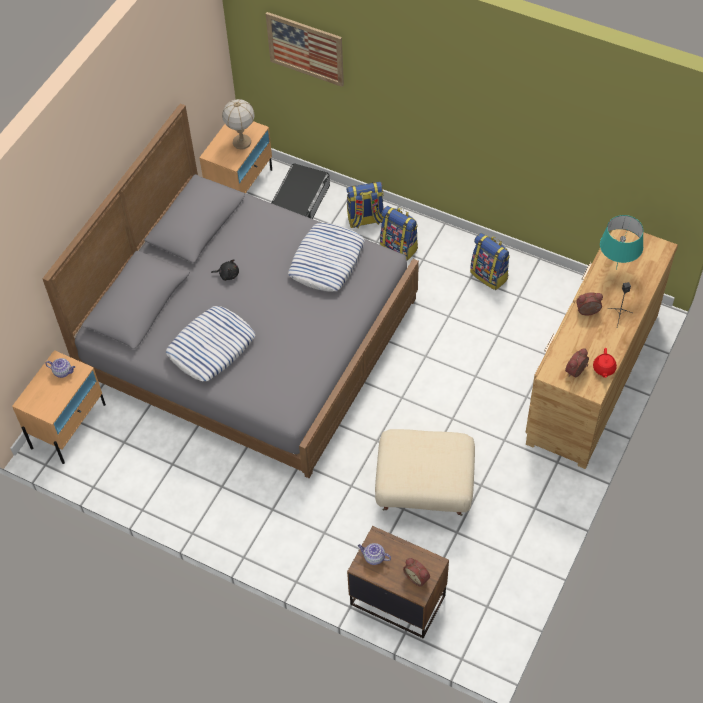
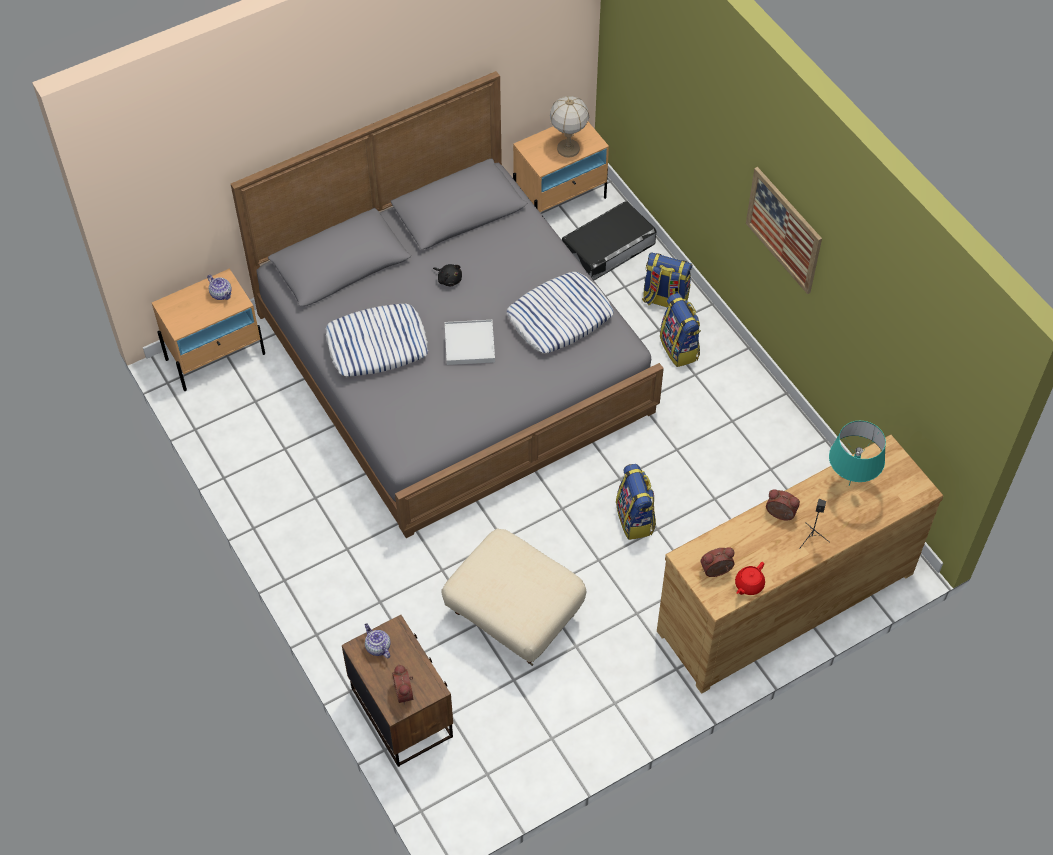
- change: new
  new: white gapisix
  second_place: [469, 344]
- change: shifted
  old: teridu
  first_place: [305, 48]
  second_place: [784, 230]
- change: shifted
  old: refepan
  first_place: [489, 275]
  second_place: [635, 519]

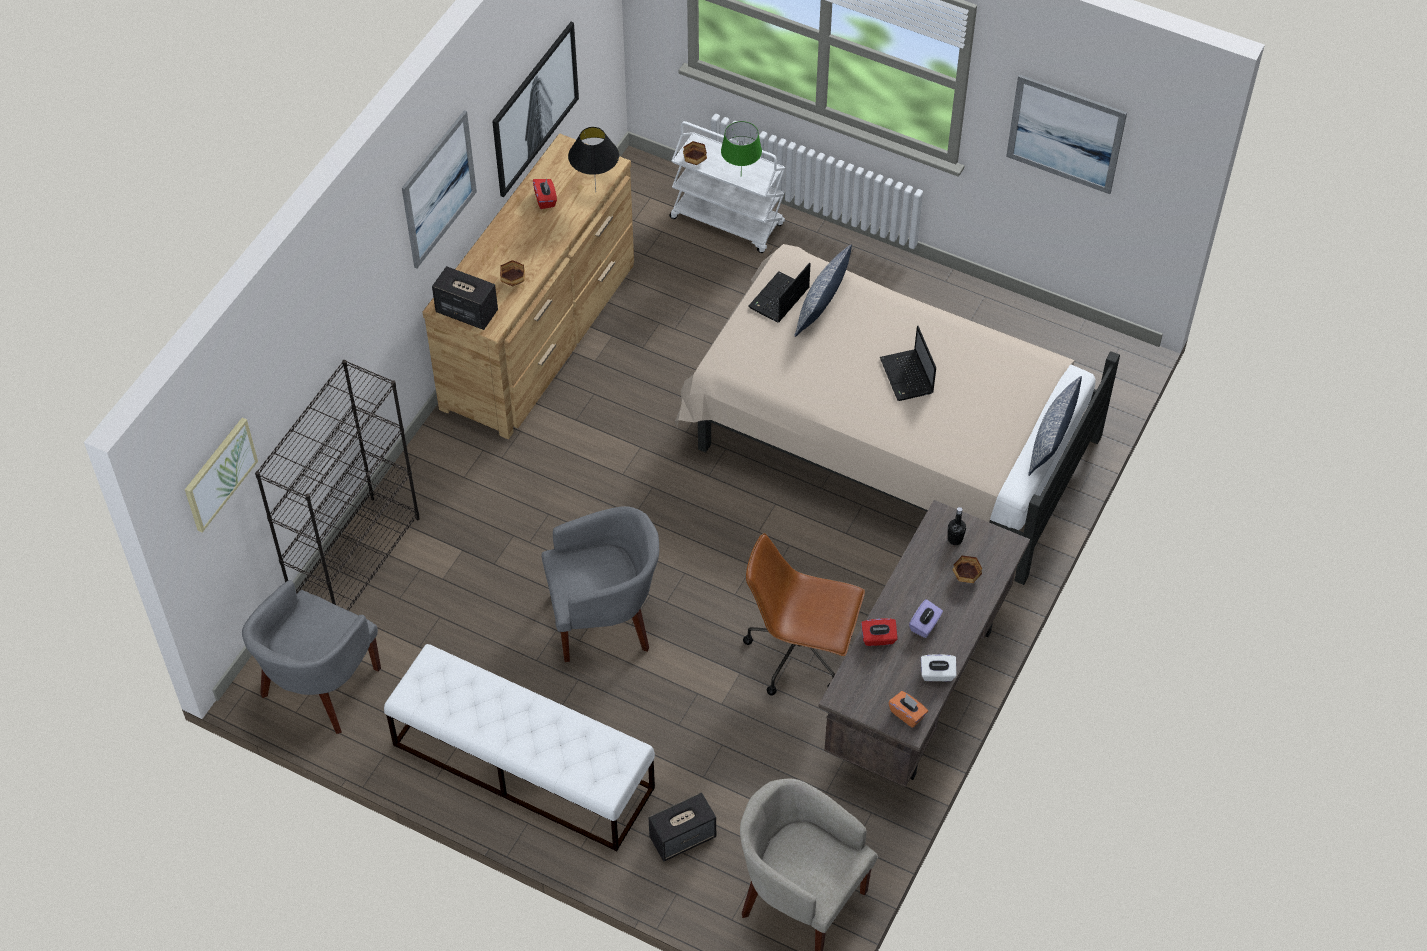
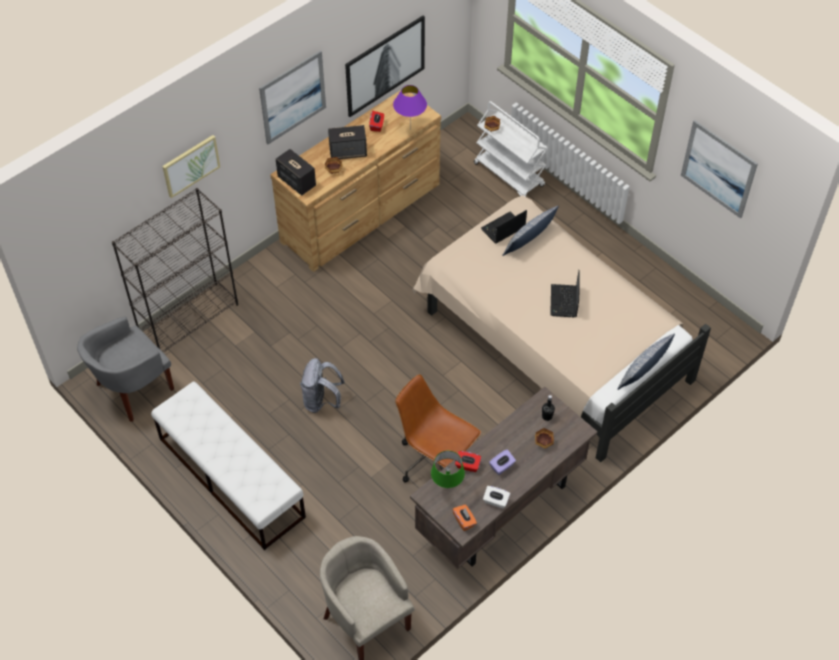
- change: shifted
  old: teridu
  first_place: [219, 474]
  second_place: [190, 165]
- change: shifted
  old: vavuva
  first_place: [683, 837]
  second_place: [348, 152]
- change: shifted
  old: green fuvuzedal
  first_place: [740, 176]
  second_place: [446, 488]
- change: swapped
  old: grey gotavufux
  new: grey refepan
  first_place: [604, 619]
  second_place: [322, 401]
- change: repainted
  old: black fuvuzedal
  new: purple fuvuzedal
  first_place: [595, 192]
  second_place: [410, 129]

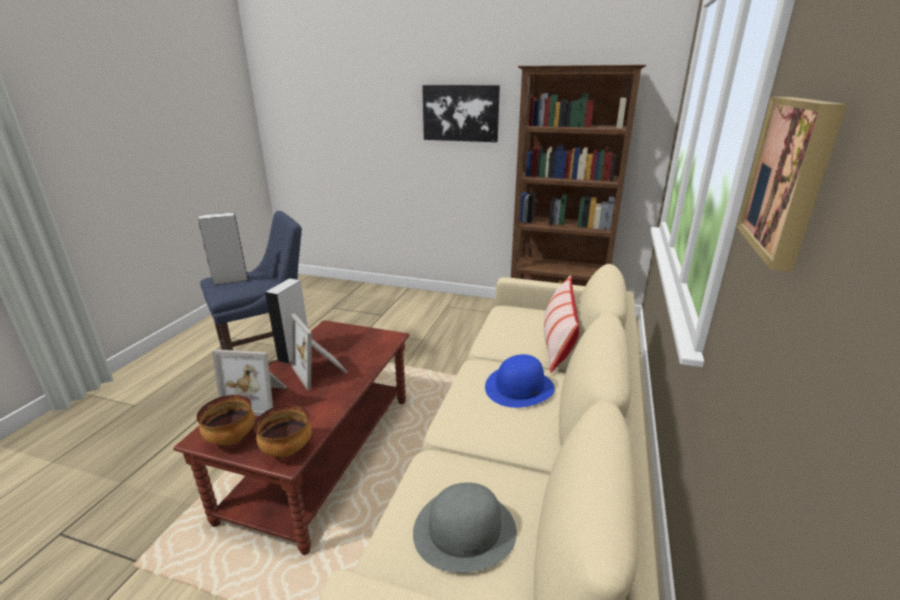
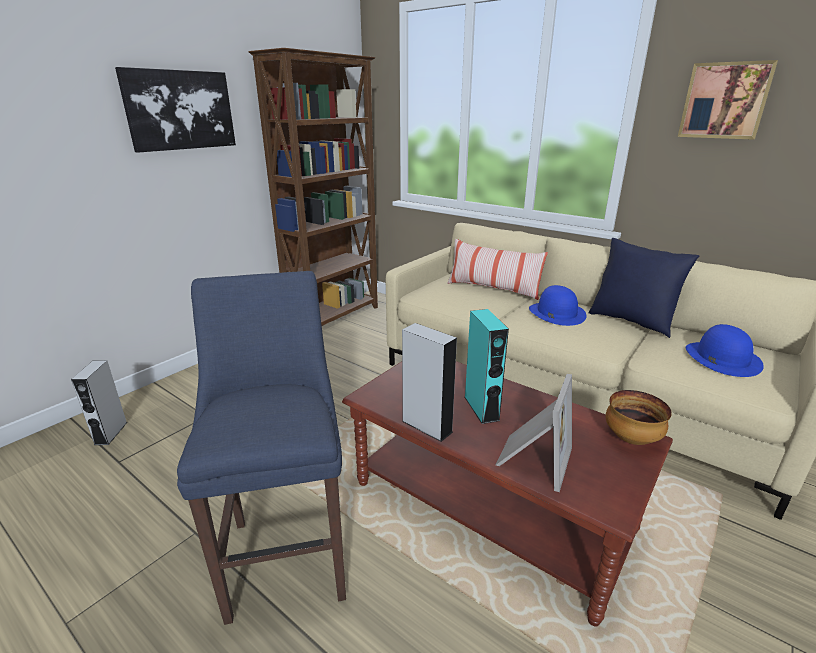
- change: gone
  old: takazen
  first_place: [231, 439]
- change: new
  new: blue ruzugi
  second_place: [631, 321]
- change: shifted
  old: grey vavuva
  first_place: [231, 280]
  second_place: [111, 433]
- change: swapped
  old: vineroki
  new: turquoise vavuva
  first_place: [321, 371]
  second_place: [481, 408]
- change: repainted
  old: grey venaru
  new: blue venaru
  first_place: [465, 529]
  second_place: [722, 358]

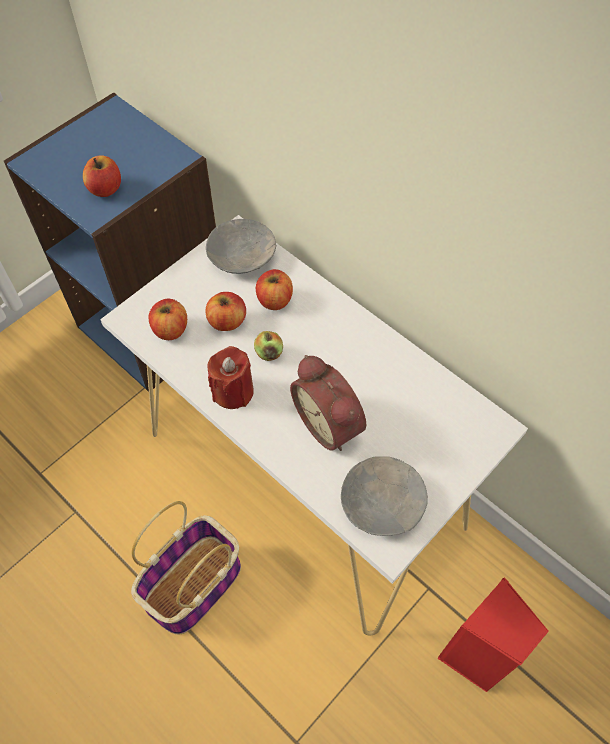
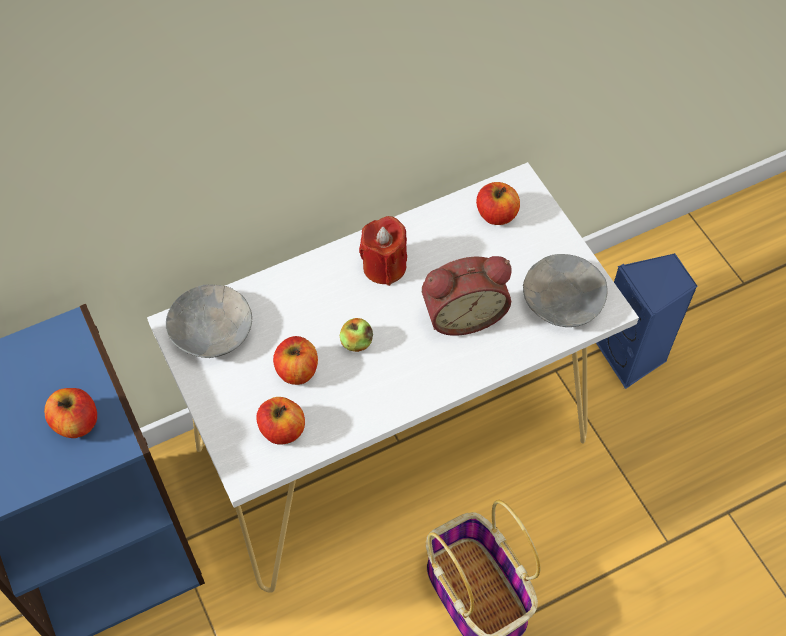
- change: shifted
  old: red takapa
  first_place: [233, 391]
  second_place: [384, 266]
- change: shifted
  old: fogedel
  first_place: [274, 300]
  second_place: [496, 215]
- change: repainted
  old: red vavuva
  new: blue vavuva
  first_place: [475, 656]
  second_place: [633, 356]

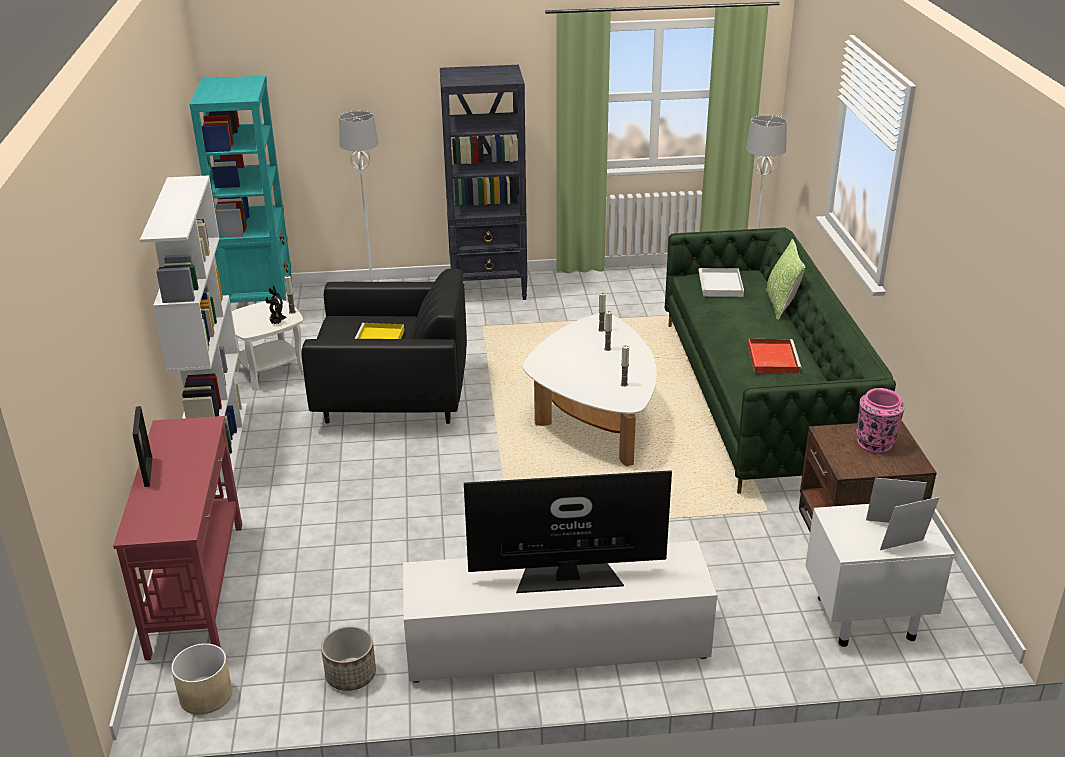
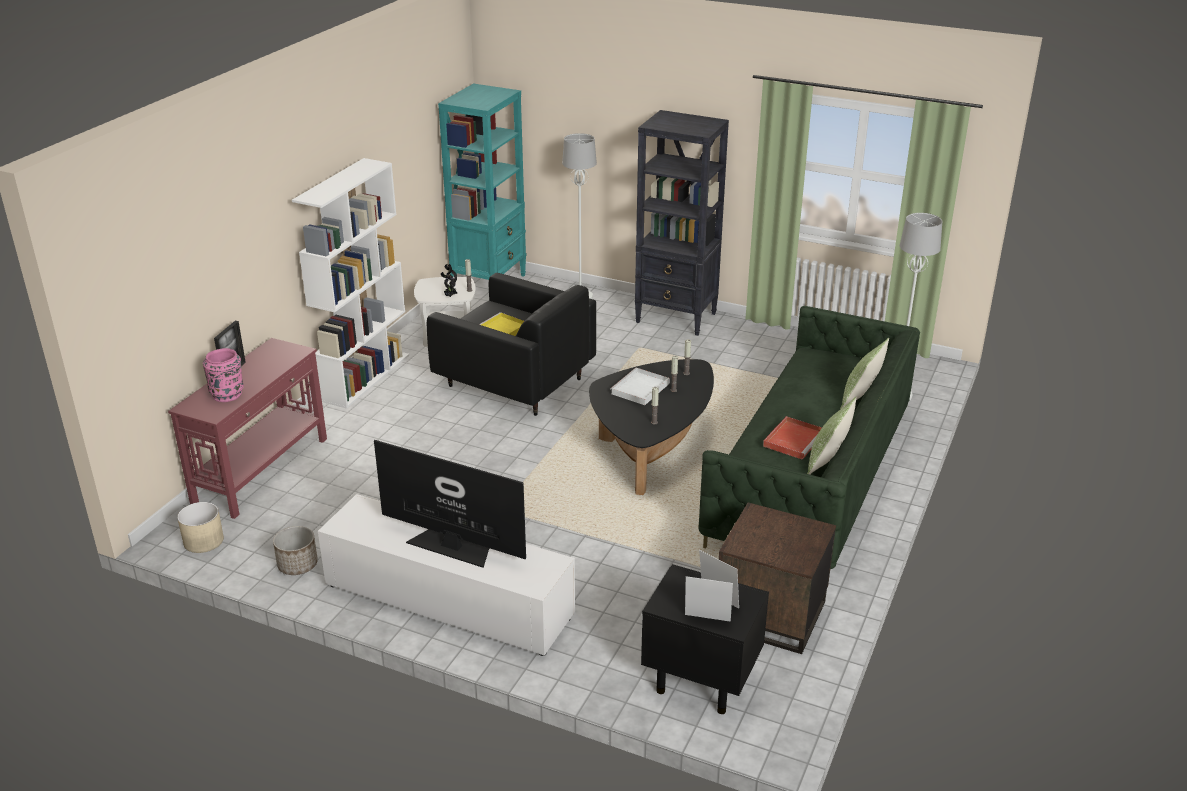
- change: new
  new: ruzugi
  second_place: [827, 462]
- change: shifted
  old: white gapisix
  first_place: [721, 285]
  second_place: [640, 389]
- change: shifted
  old: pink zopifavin
  first_place: [875, 442]
  second_place: [228, 394]
- change: repainted
  old: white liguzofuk
  new: black liguzofuk
  first_place: [594, 418]
  second_place: [652, 448]
- change: repainted
  old: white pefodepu
  new: black pefodepu
  first_place: [864, 618]
  second_place: [699, 680]

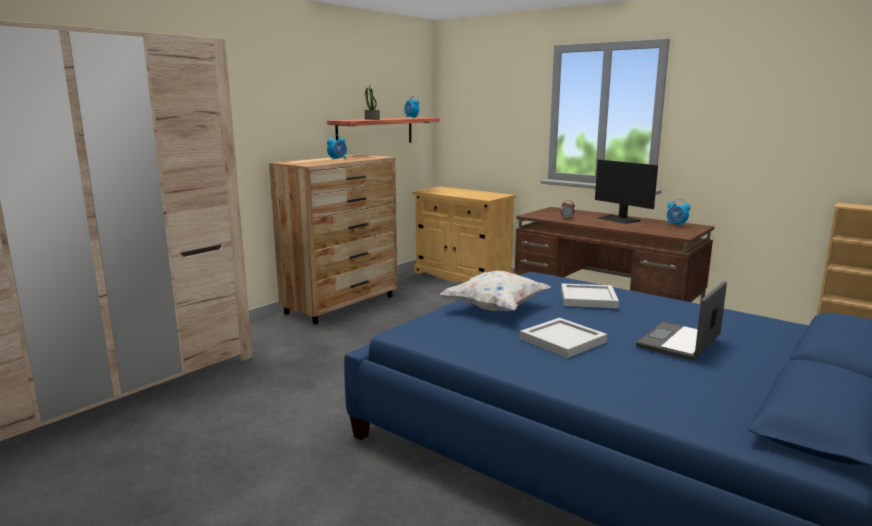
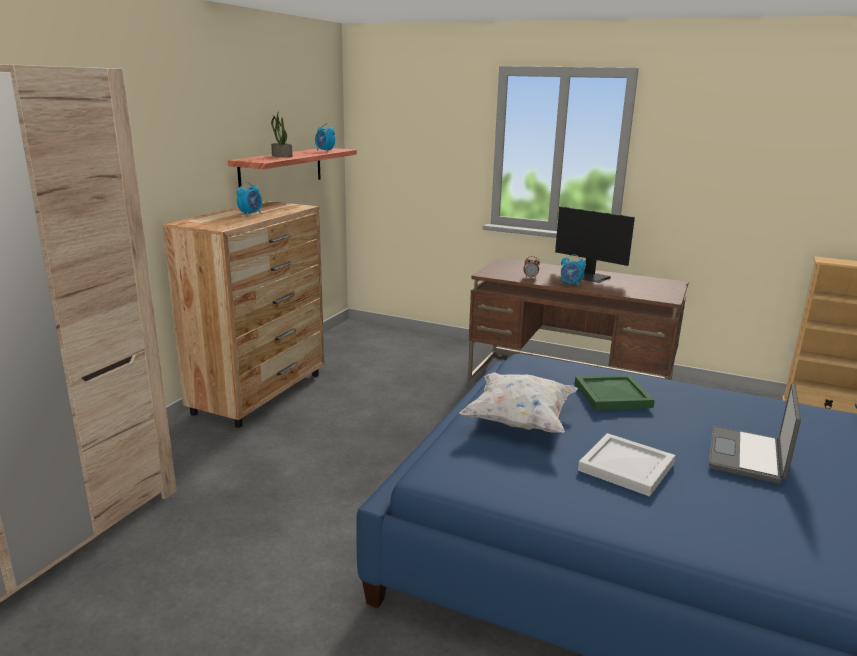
- change: gone
  old: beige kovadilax
  first_place: [462, 276]
- change: shifted
  old: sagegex
  first_place: [676, 225]
  second_place: [571, 284]
- change: repainted
  old: white gapisix
  new: green gapisix
  first_place: [587, 298]
  second_place: [611, 395]

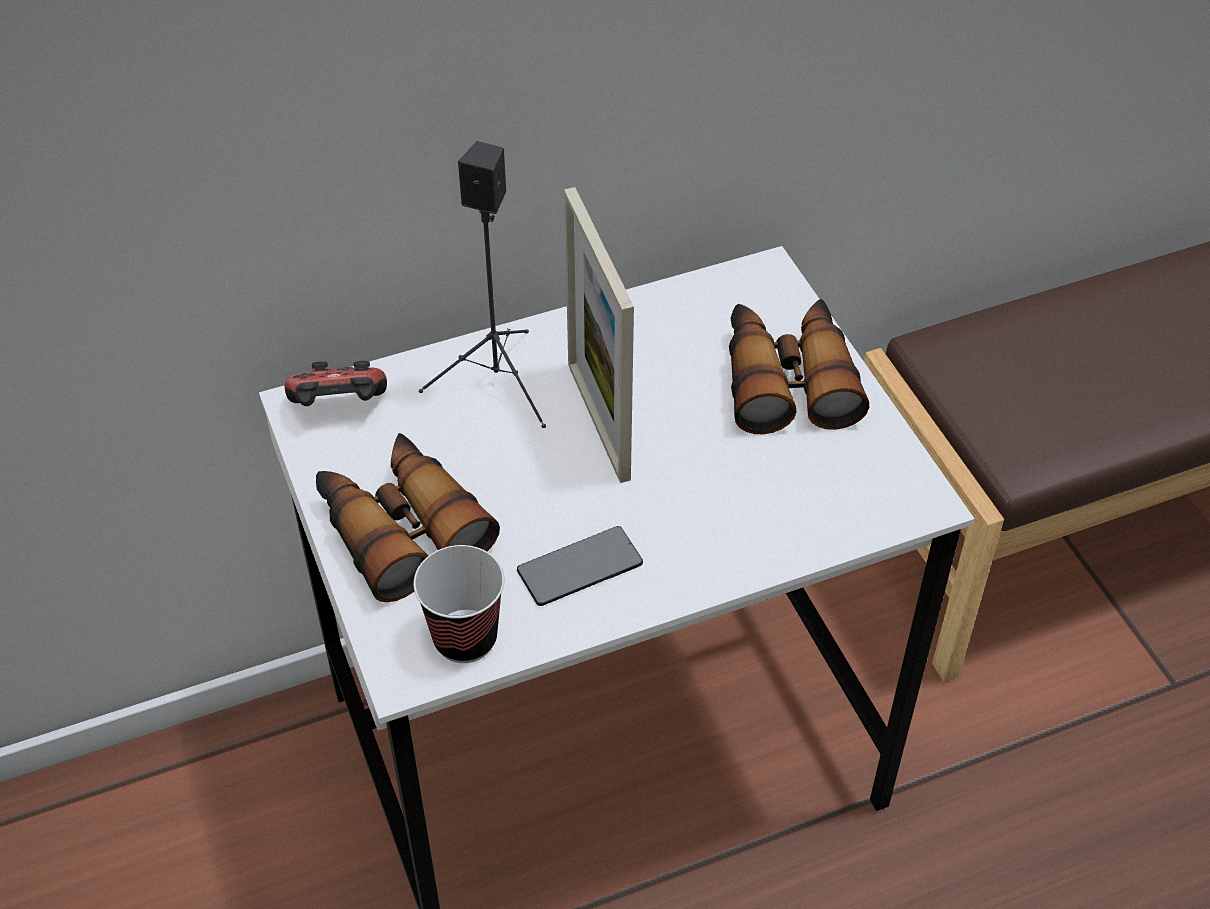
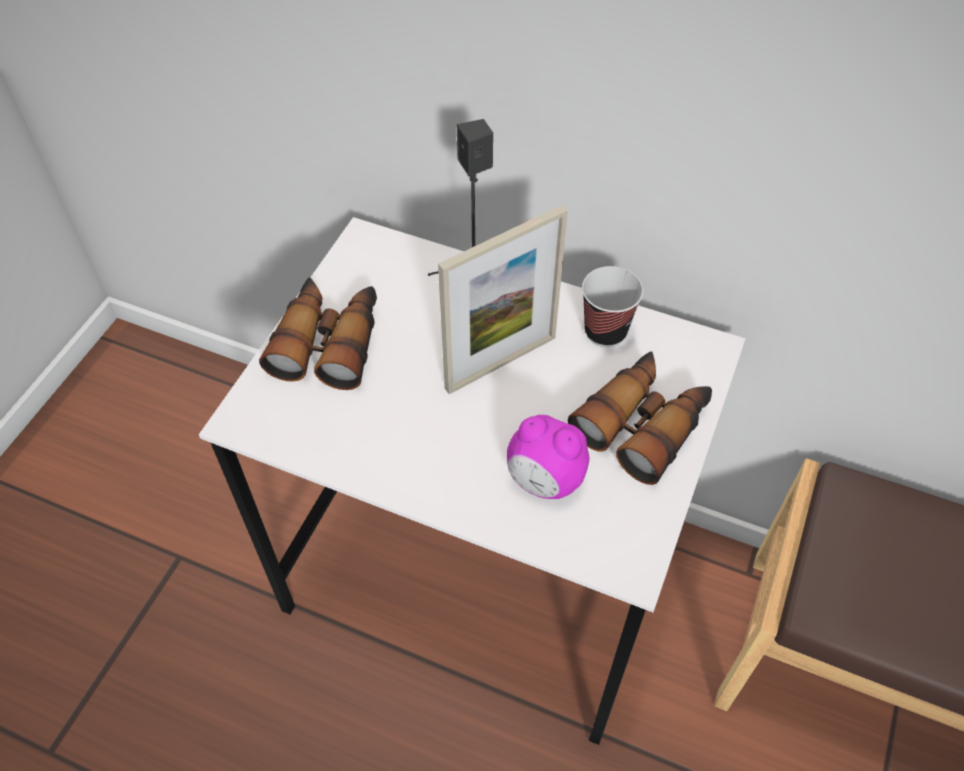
- change: gone
  old: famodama
  first_place: [339, 409]
- change: gone
  old: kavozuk
  first_place: [580, 568]
- change: new
  new: sagegex
  second_place: [544, 480]
- change: shifted
  old: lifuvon
  first_place: [465, 638]
  second_place: [605, 331]
- change: rotated
  old: vineroki
  first_place: [598, 420]
  second_place: [501, 363]
  degrees: -150

